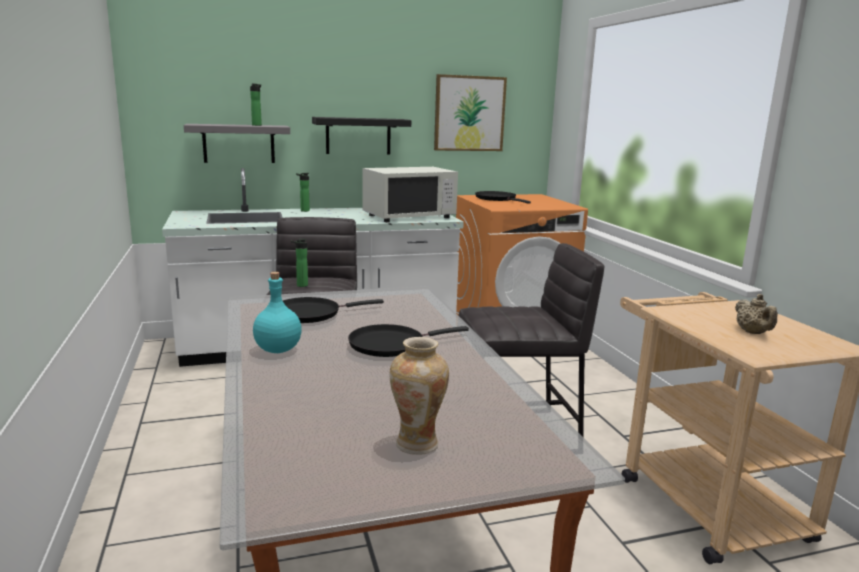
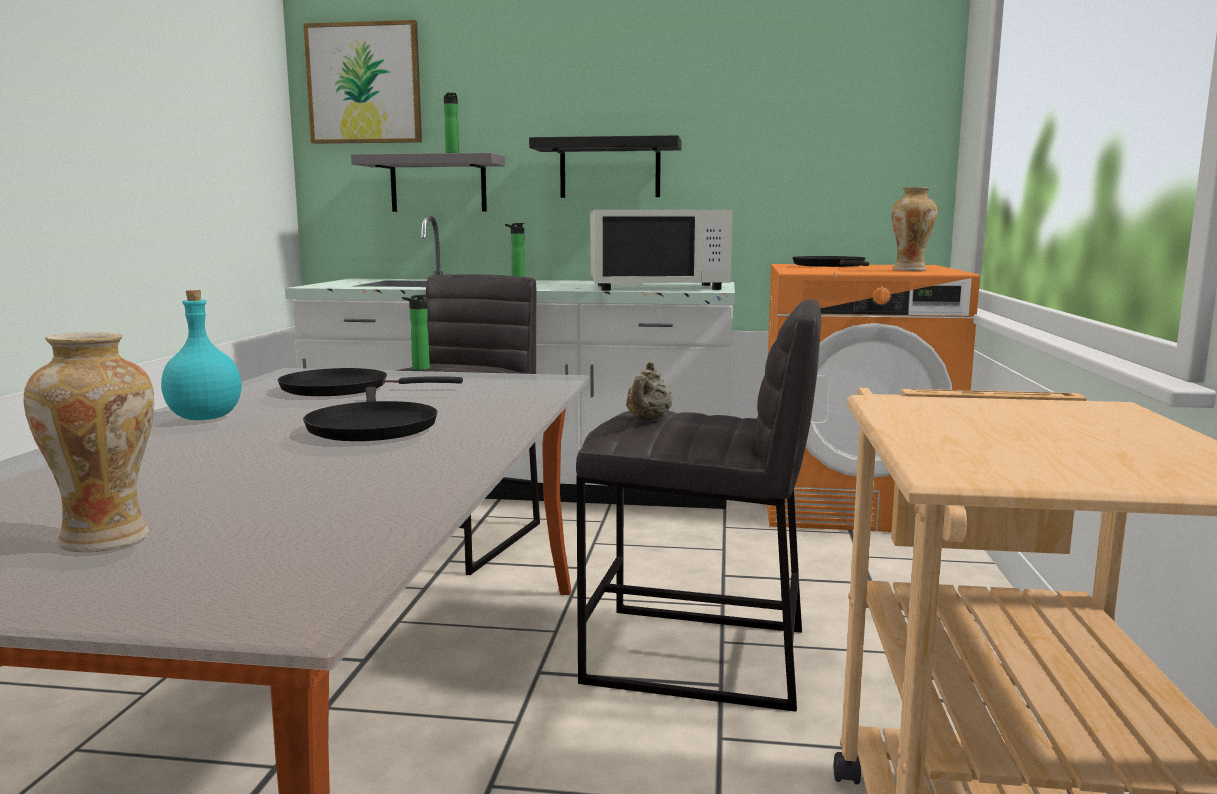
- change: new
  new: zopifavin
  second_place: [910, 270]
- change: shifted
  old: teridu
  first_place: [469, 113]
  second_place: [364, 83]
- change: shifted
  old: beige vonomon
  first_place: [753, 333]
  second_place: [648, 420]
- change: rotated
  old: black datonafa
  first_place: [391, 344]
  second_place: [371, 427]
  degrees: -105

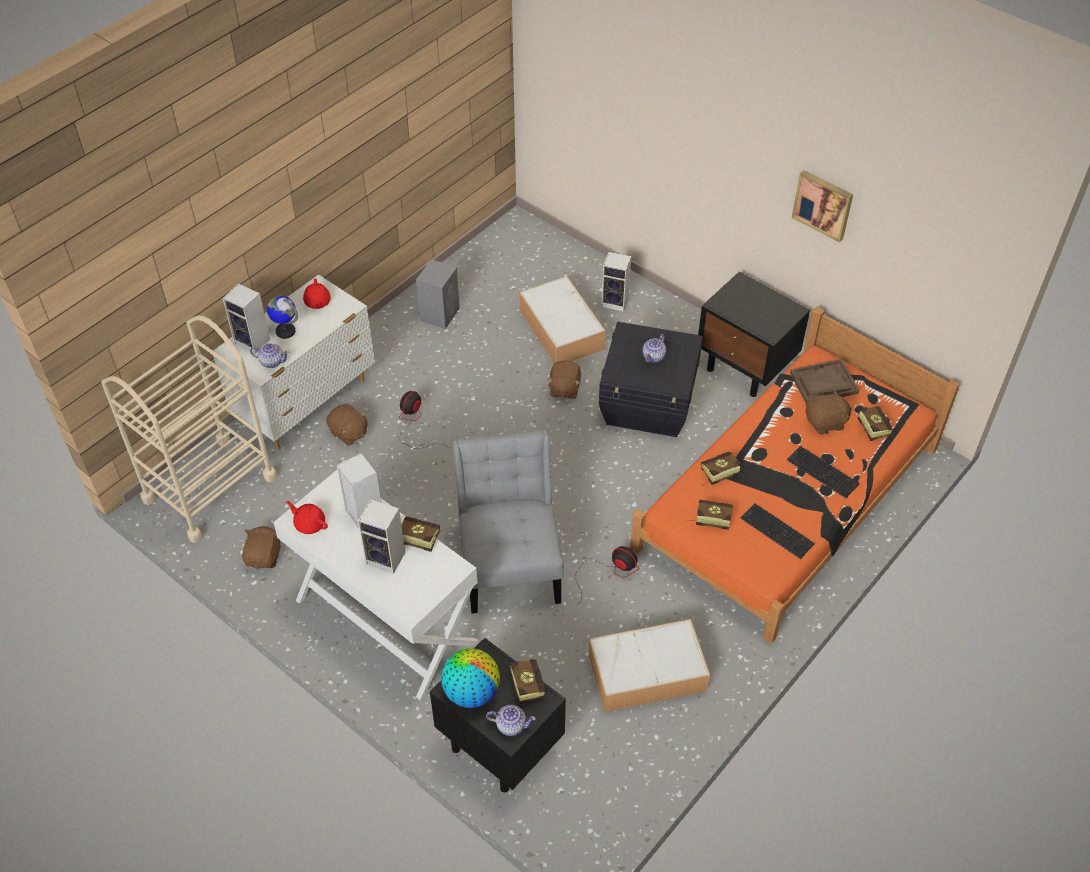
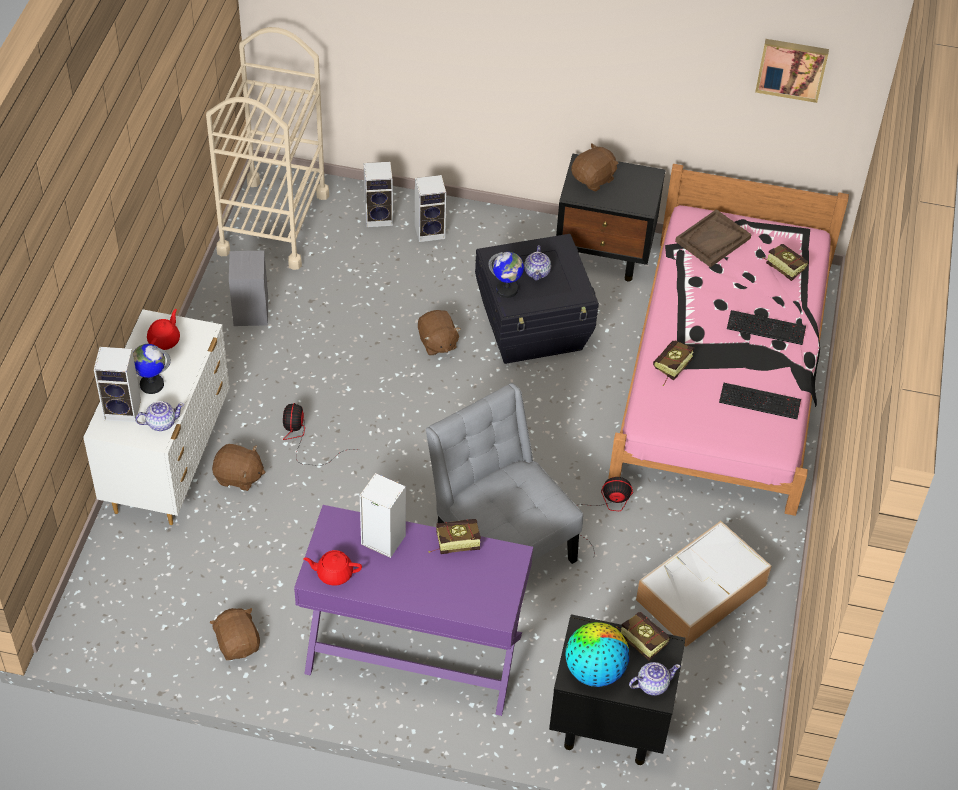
- change: gone
  old: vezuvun
  first_place: [560, 329]
- change: gone
  old: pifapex
  first_place: [709, 519]
- change: new
  new: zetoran
  second_place: [507, 290]
- change: shifted
  old: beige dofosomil
  first_place: [210, 488]
  second_place: [273, 223]
- change: shifted
  old: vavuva
  first_place: [387, 558]
  second_place: [379, 217]
- change: shifted
  old: teridu
  first_place: [823, 204]
  second_place: [792, 68]
- change: shifted
  old: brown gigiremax
  first_place: [825, 423]
  second_place: [593, 179]
- change: repainted
  old: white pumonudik
  new: purple pumonudik
  first_place: [385, 621]
  second_place: [413, 654]
- change: repainted
  old: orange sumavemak
  new: pink sumavemak
  first_place: [787, 497]
  second_place: [724, 369]
- change: rotated
  old: red vonomon
  first_place: [317, 302]
  second_place: [164, 340]
  degrees: -120

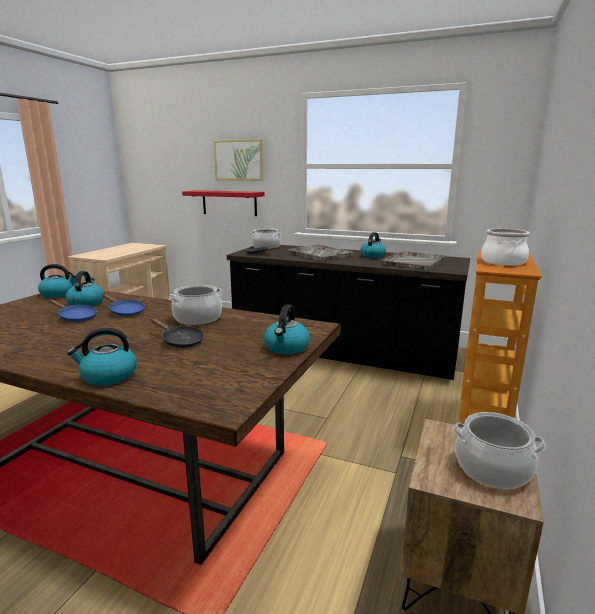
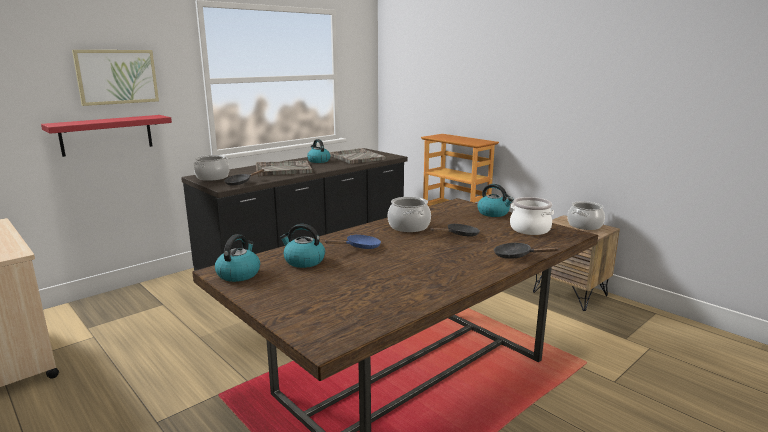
- change: gone
  old: blue datonafa
  first_place: [75, 317]
- change: shifted
  old: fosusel
  first_place: [503, 262]
  second_place: [530, 229]
- change: swapped
  old: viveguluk
  new: black datonafa
  first_place: [108, 376]
  second_place: [516, 256]

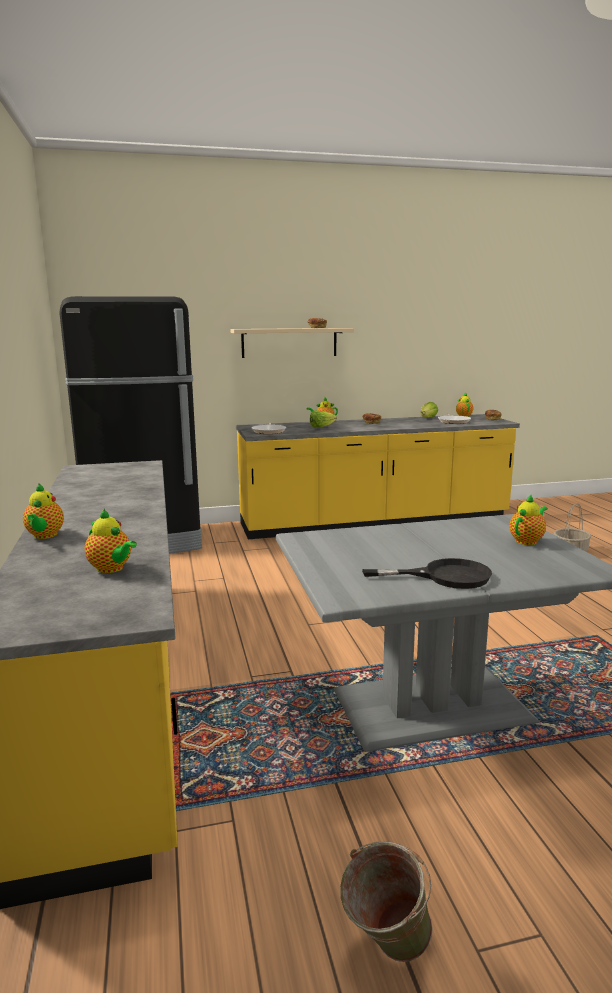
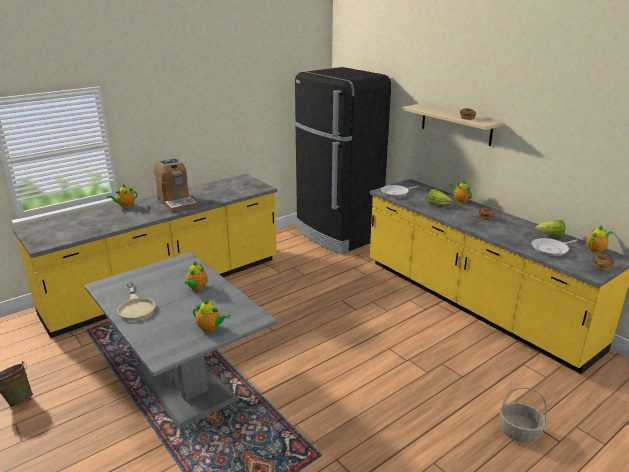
- change: new
  new: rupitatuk
  second_place: [176, 202]
- change: shifted
  old: vonomon
  first_place: [112, 569]
  second_place: [197, 288]
- change: repainted
  old: black datonafa
  new: beige datonafa
  first_place: [444, 576]
  second_place: [136, 307]

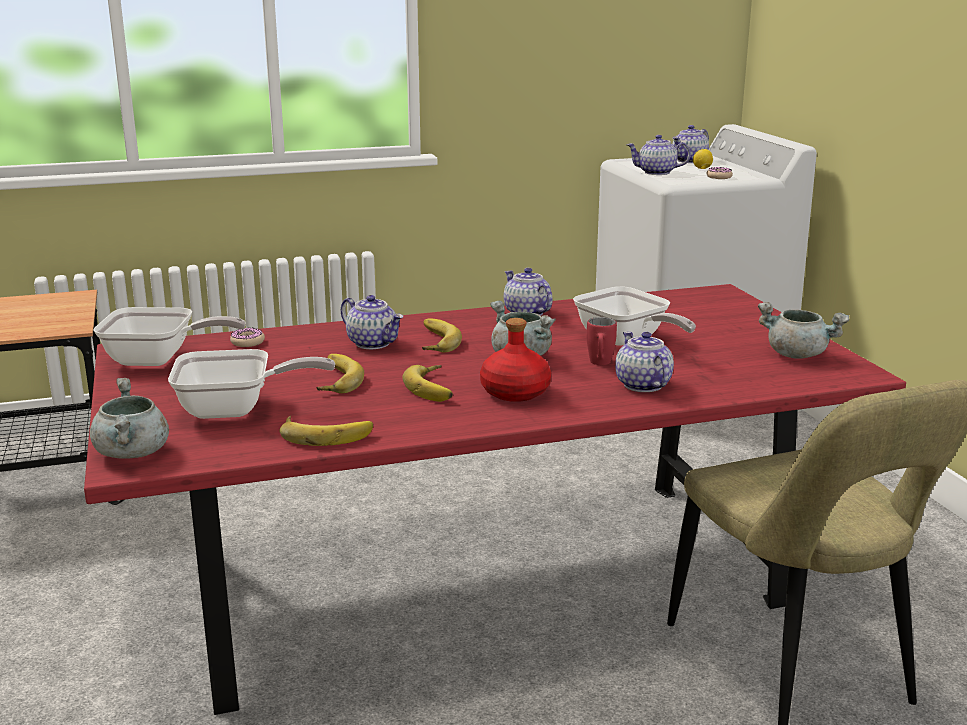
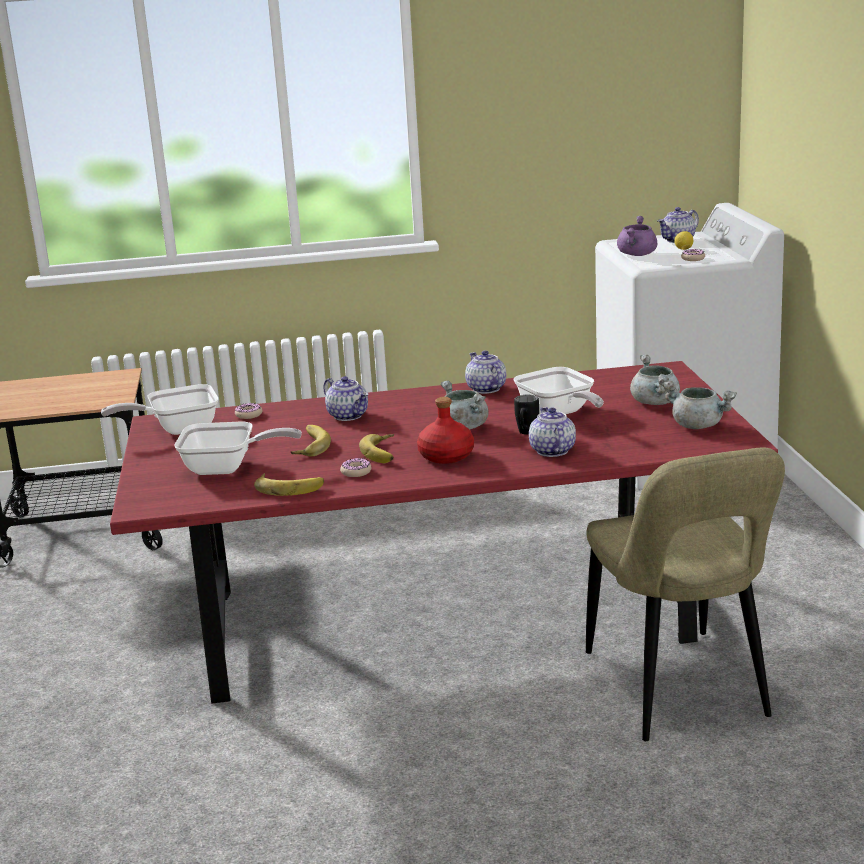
- change: gone
  old: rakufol
  first_place: [433, 341]
- change: new
  new: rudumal
  second_place: [356, 472]
- change: shifted
  old: grey fosusel
  first_place: [133, 453]
  second_place: [656, 403]
- change: swapped
  old: vonomon
  new: purple fosusel
  first_place: [656, 172]
  second_place: [637, 255]
- change: repainted
  old: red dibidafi
  new: black dibidafi
  first_place: [600, 364]
  second_place: [526, 433]
- change: rotated
  old: datonafa
  first_place: [159, 360]
  second_place: [177, 429]
  degrees: 150

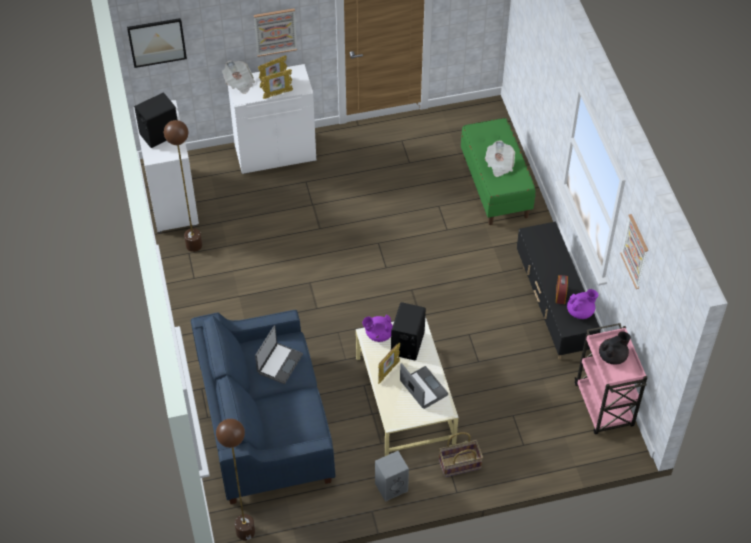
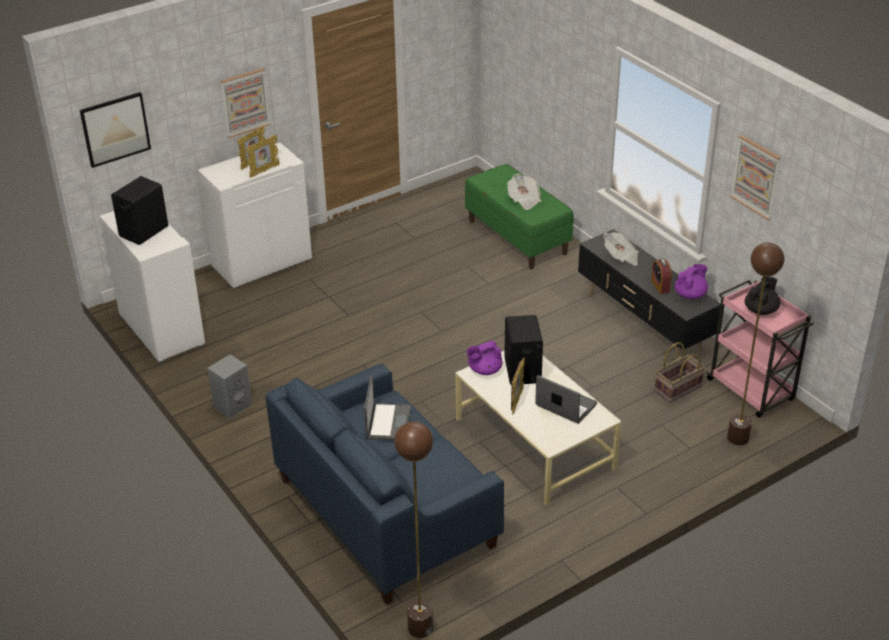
- change: shifted
  old: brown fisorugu
  first_place: [194, 245]
  second_place: [738, 438]
- change: shifted
  old: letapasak
  first_place: [239, 83]
  second_place: [621, 257]
- change: shifted
  old: grey vavuva
  first_place: [391, 486]
  second_place: [233, 405]
- change: shifted
  old: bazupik
  first_place: [459, 465]
  second_place: [678, 389]

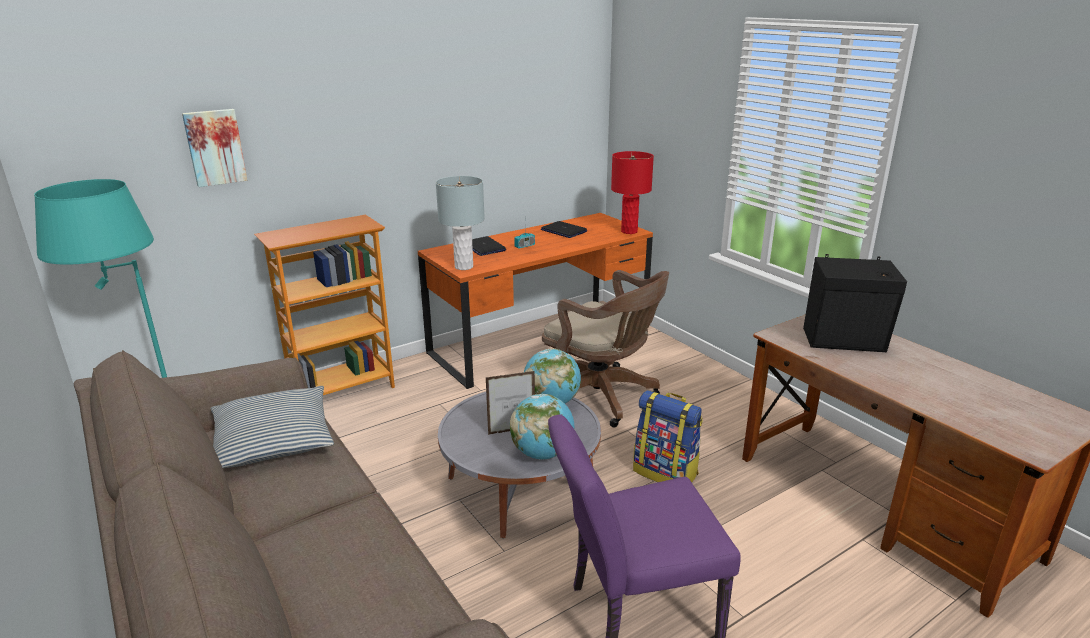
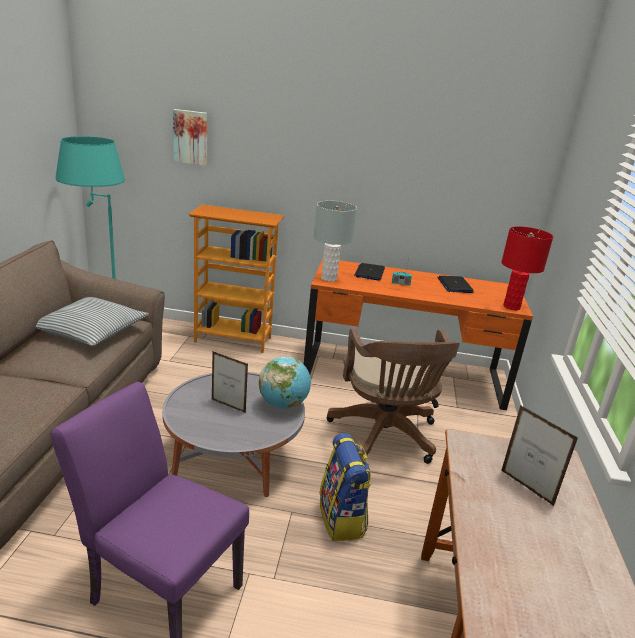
- change: gone
  old: zetoran
  first_place: [542, 453]
- change: swapped
  old: black vavuva
  new: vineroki
  first_place: [846, 342]
  second_place: [526, 488]

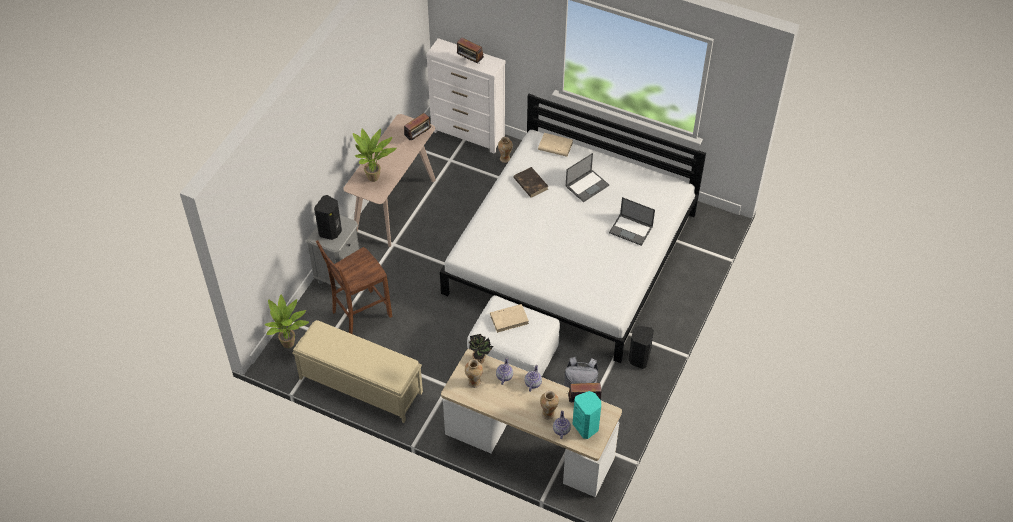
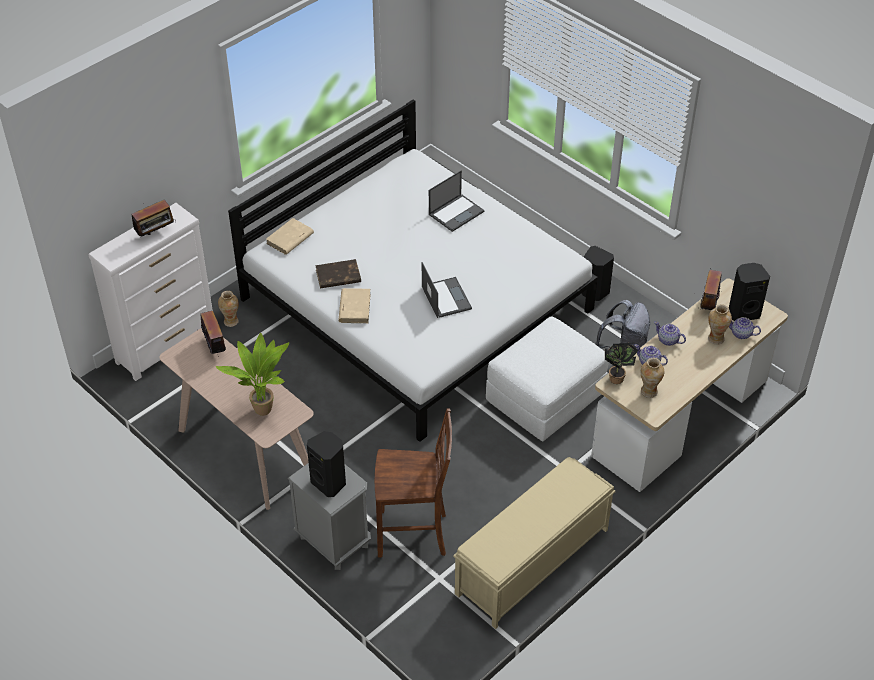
- change: gone
  old: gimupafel
  first_place: [290, 344]
- change: shifted
  old: beige pifapex
  first_place: [509, 319]
  second_place: [354, 307]
- change: shifted
  old: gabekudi
  first_place: [587, 185]
  second_place: [446, 297]
- change: repainted
  old: turquoise vavuva
  new: black vavuva
  first_place: [586, 427]
  second_place: [743, 312]
- change: rotated
  old: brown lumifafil
  first_place: [360, 314]
  second_place: [414, 535]
  degrees: -75

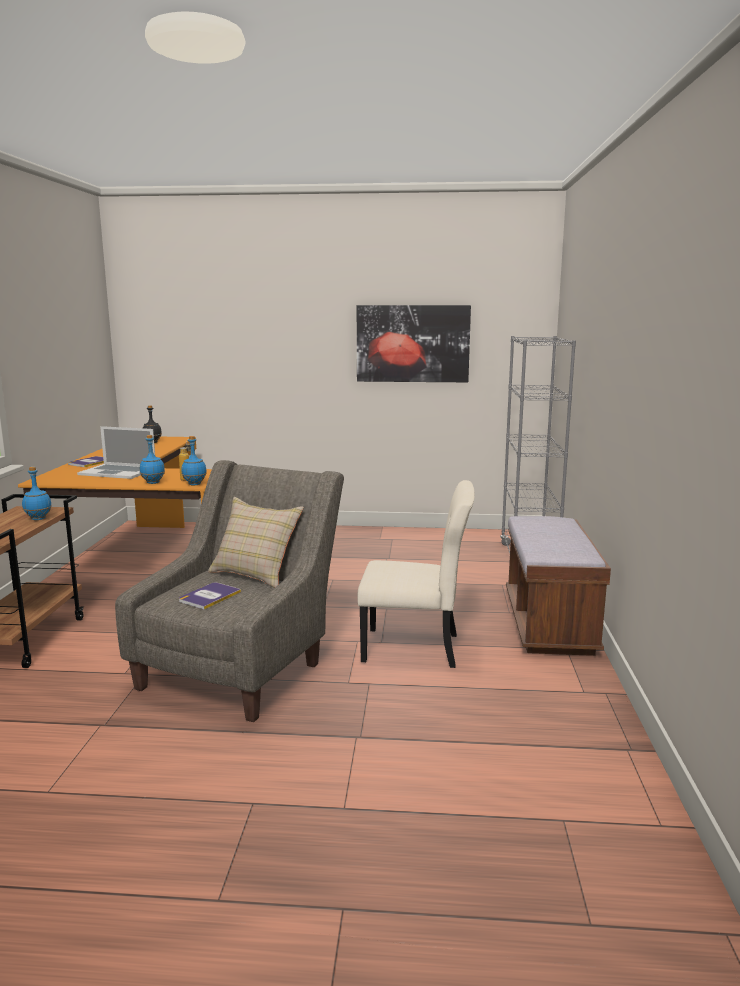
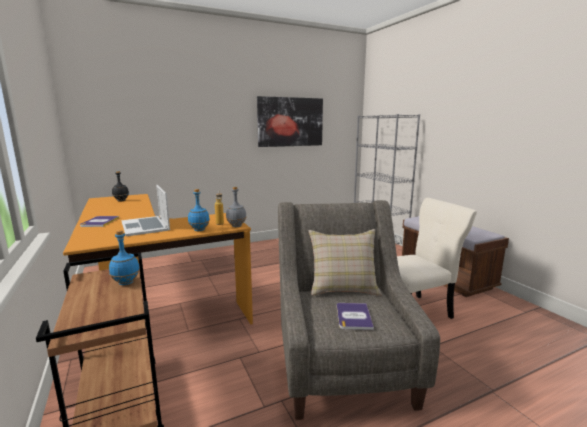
- change: repainted
  old: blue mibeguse
  new: grey mibeguse
  first_place: [194, 484]
  second_place: [236, 226]
- change: rotated
  old: gabekudi
  first_place: [118, 472]
  second_place: [145, 226]
  degrees: 75

